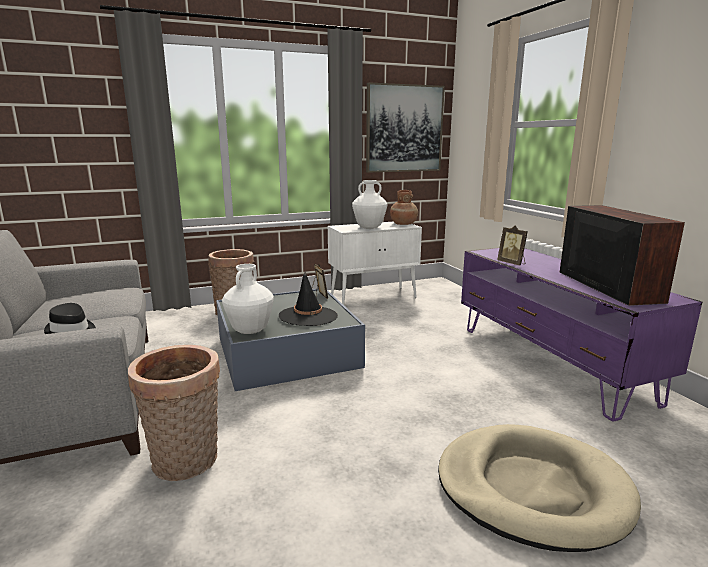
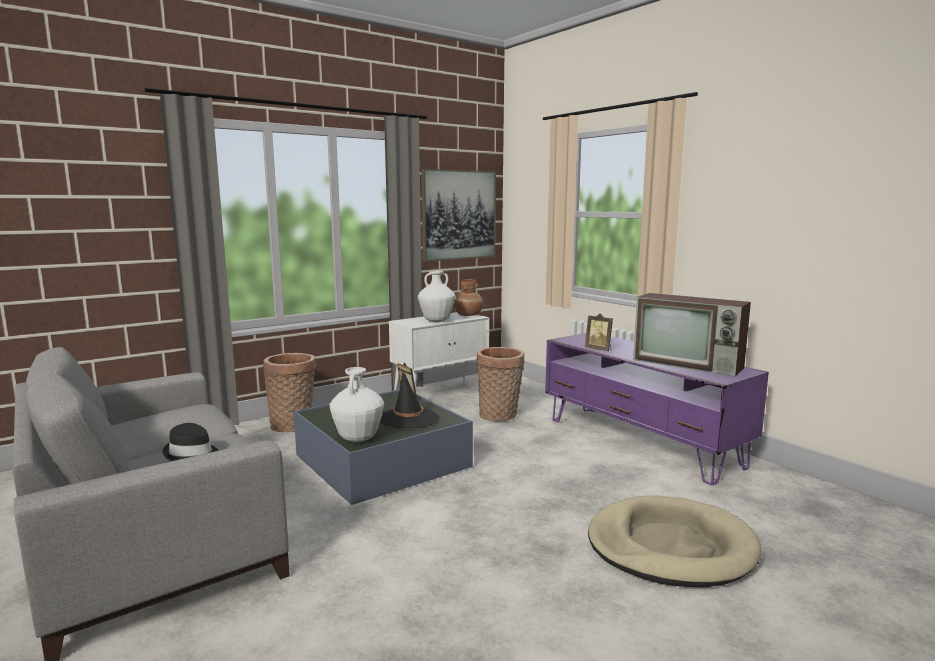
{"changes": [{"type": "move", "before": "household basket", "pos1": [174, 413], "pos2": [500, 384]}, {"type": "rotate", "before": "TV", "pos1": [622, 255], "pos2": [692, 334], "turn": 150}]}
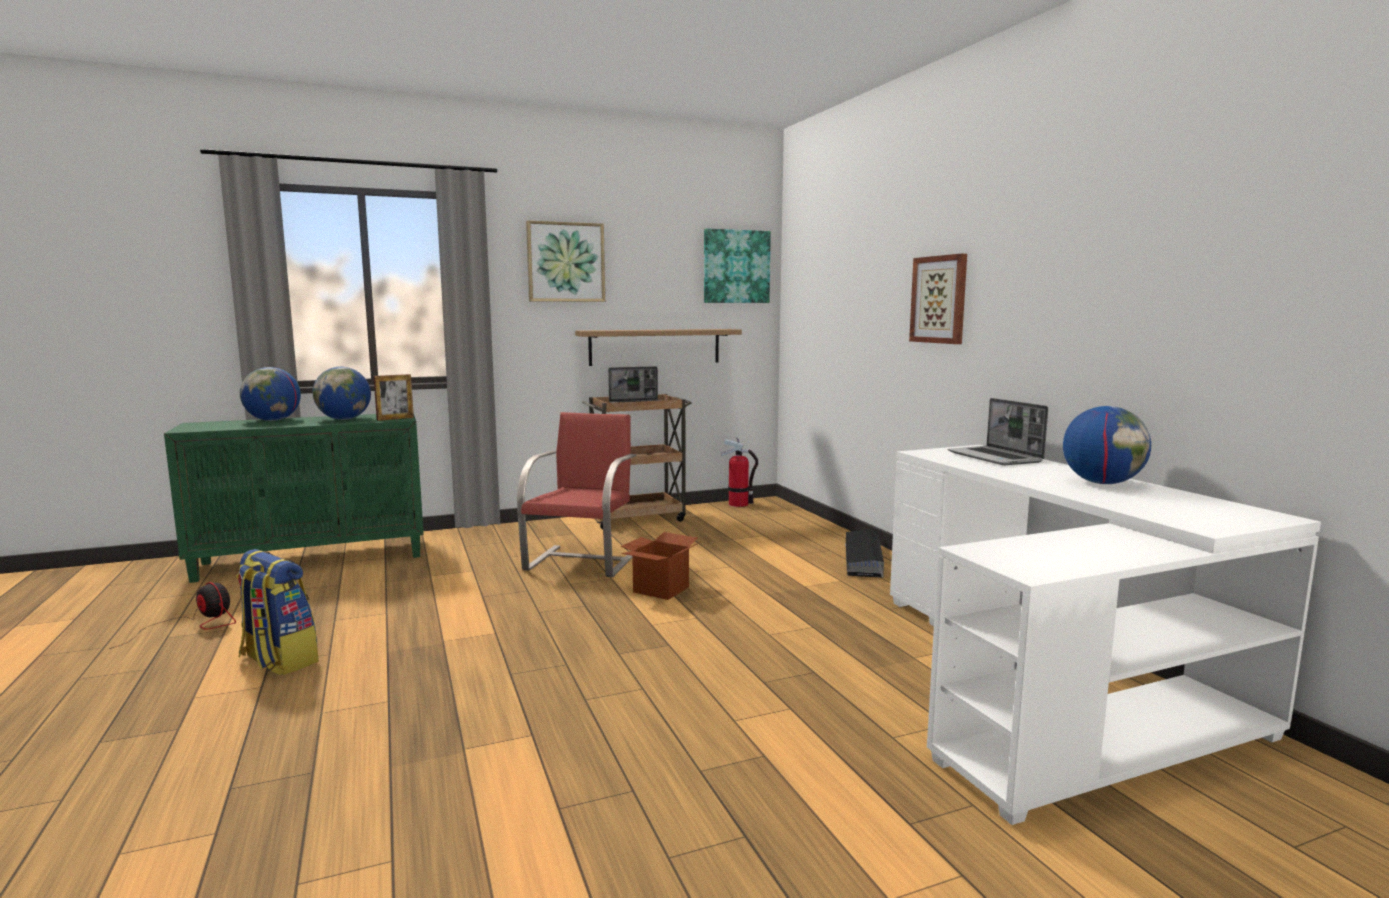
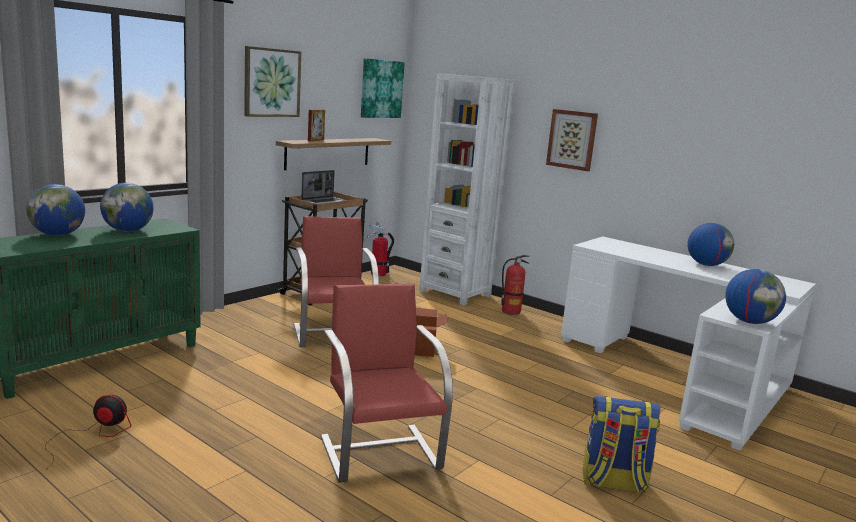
{"changes": [{"type": "move", "before": "photo frame", "pos1": [394, 397], "pos2": [316, 125]}, {"type": "insert", "after": "reddish upright chair", "pos2": [386, 383]}, {"type": "insert", "after": "white-coloured bookshelf", "pos2": [467, 189]}, {"type": "replace", "before": "blackish storage container", "after": "extinguisher", "pos1": [864, 553], "pos2": [515, 285]}, {"type": "move", "before": "rucksack", "pos1": [277, 612], "pos2": [622, 445]}, {"type": "insert", "after": "globe", "pos2": [755, 296]}, {"type": "delete", "before": "notebook computer", "pos1": [998, 431]}]}
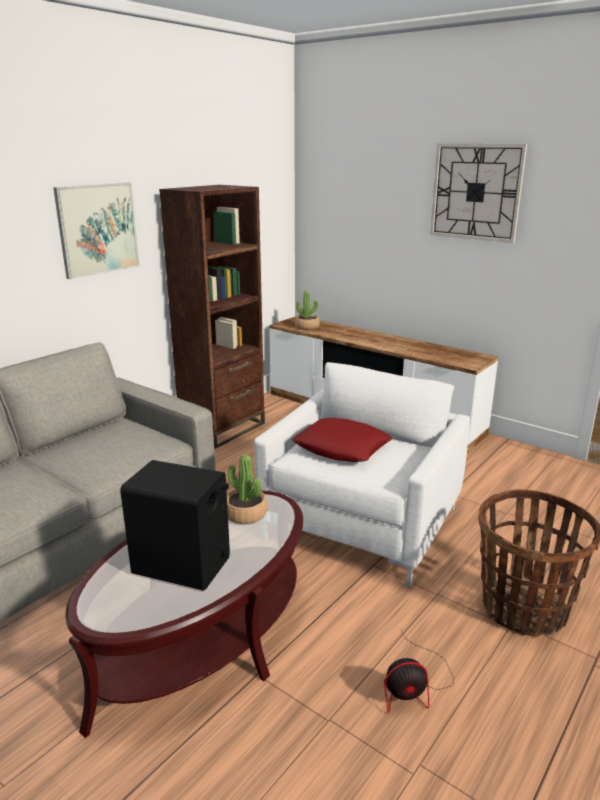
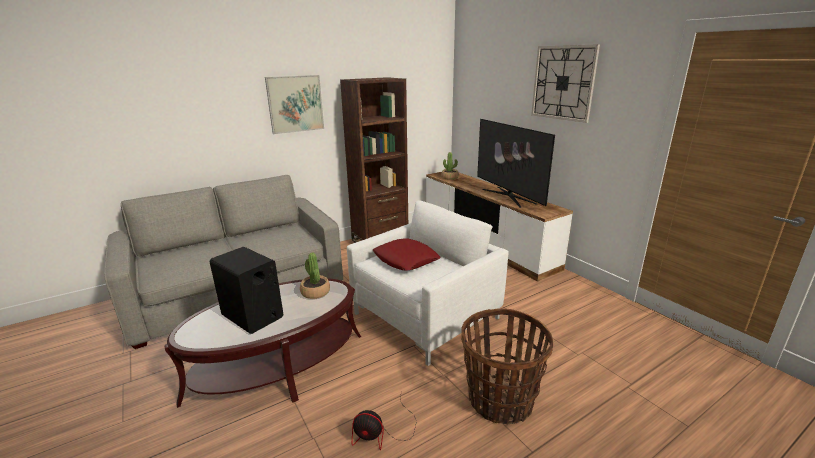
{"changes": [{"type": "insert", "after": "TV", "pos2": [516, 163]}]}
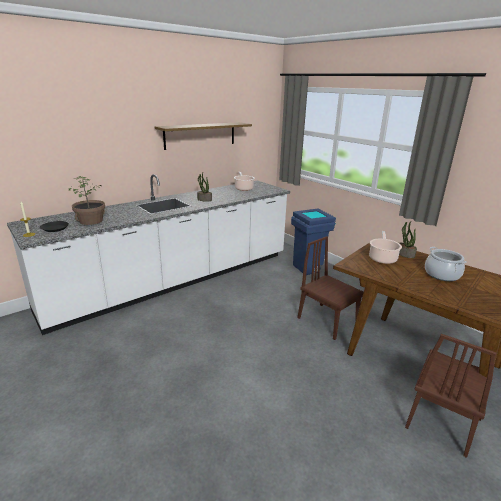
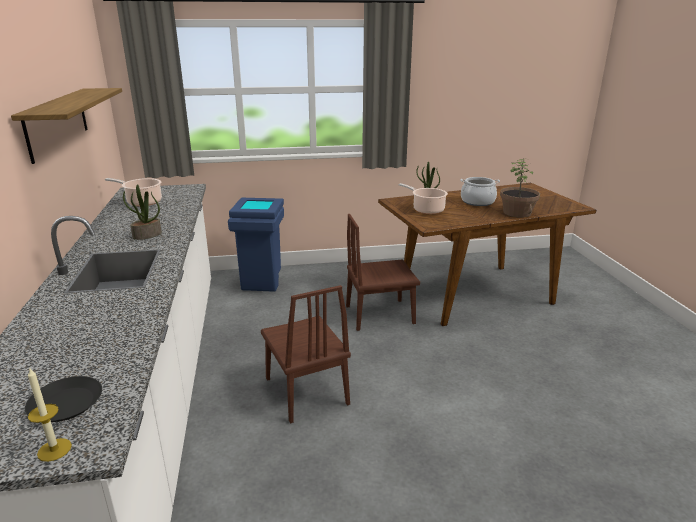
{"changes": [{"type": "move", "before": "brown-coloured upright chair", "pos1": [450, 396], "pos2": [306, 354]}, {"type": "move", "before": "potted plant", "pos1": [87, 200], "pos2": [520, 188]}]}
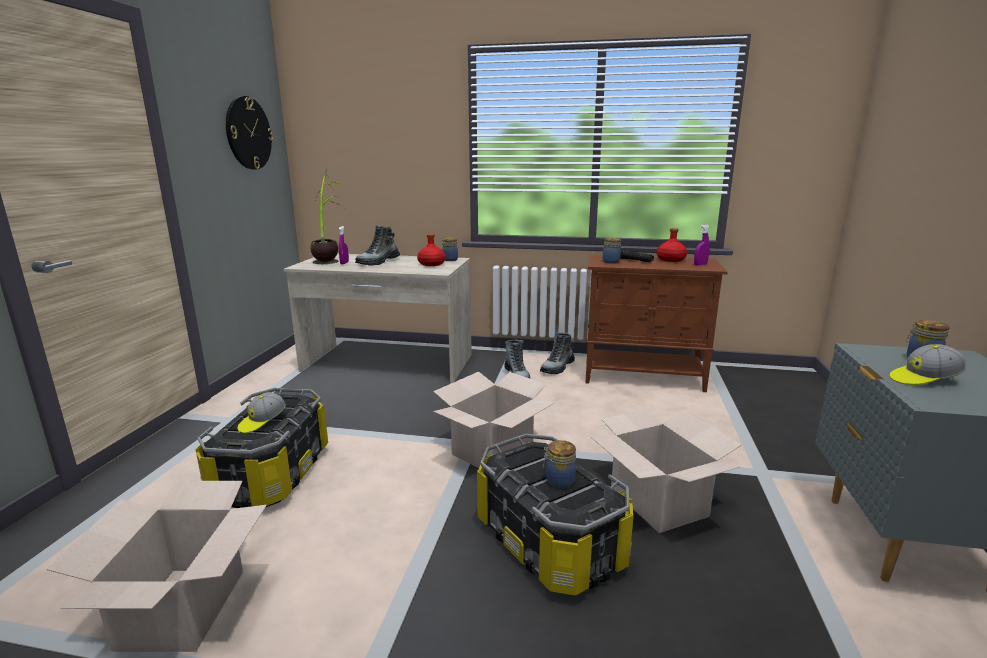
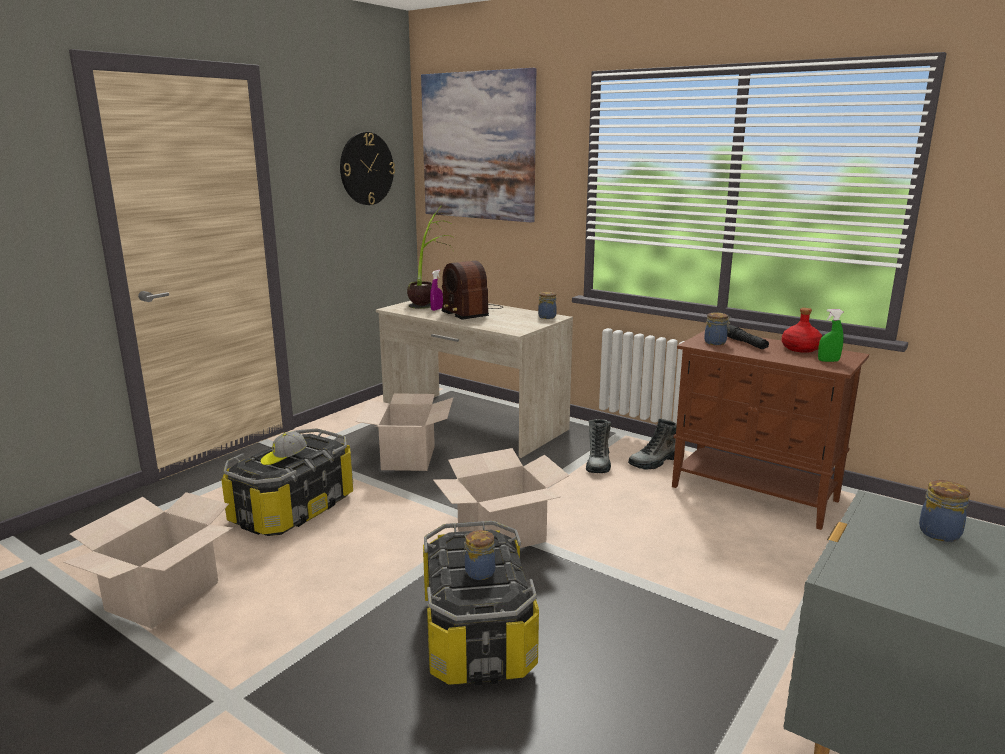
{"changes": [{"type": "move", "before": "packing box", "pos1": [666, 471], "pos2": [404, 432]}, {"type": "insert", "after": "picture", "pos2": [478, 145]}, {"type": "replace", "before": "tall boot", "after": "radio", "pos1": [377, 246], "pos2": [472, 290]}, {"type": "recolor", "before": "purplish hand sprayer", "after": "greenish hand sprayer", "pos1": [702, 245], "pos2": [831, 335]}, {"type": "delete", "before": "reddish beverage bottle", "pos1": [431, 250]}, {"type": "delete", "before": "peaked cap", "pos1": [928, 364]}]}
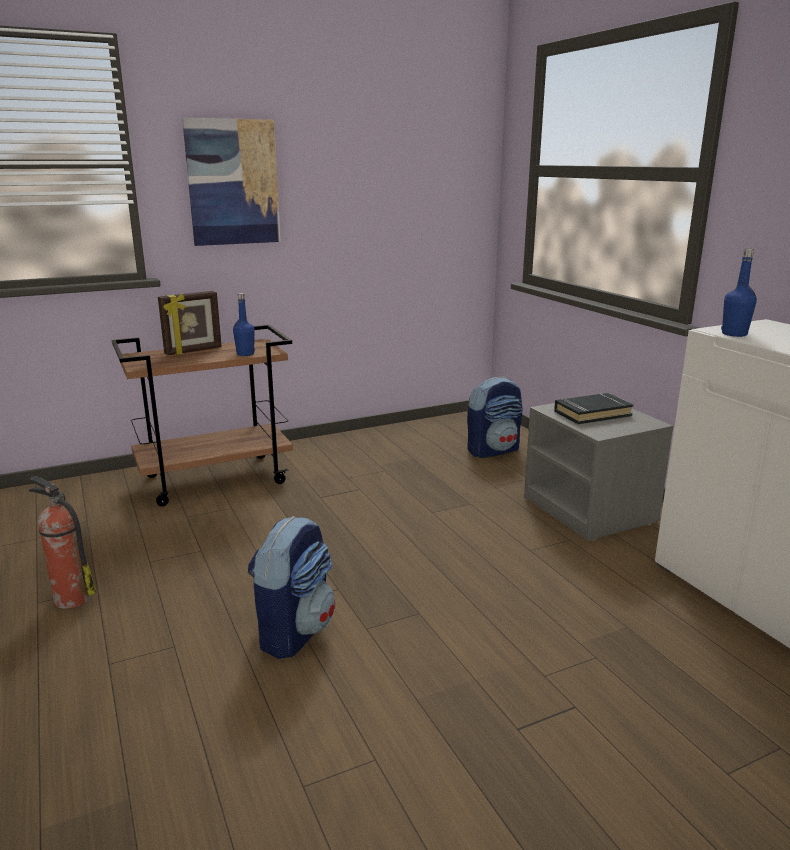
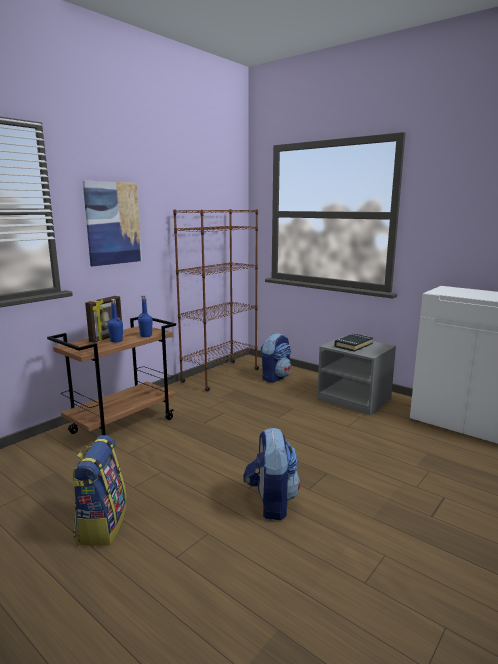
{"changes": [{"type": "replace", "before": "extinguisher", "after": "rucksack", "pos1": [62, 542], "pos2": [99, 490]}, {"type": "move", "before": "bluish beverage bottle", "pos1": [739, 293], "pos2": [115, 321]}, {"type": "insert", "after": "brown-coloured bookshelf", "pos2": [216, 300]}]}
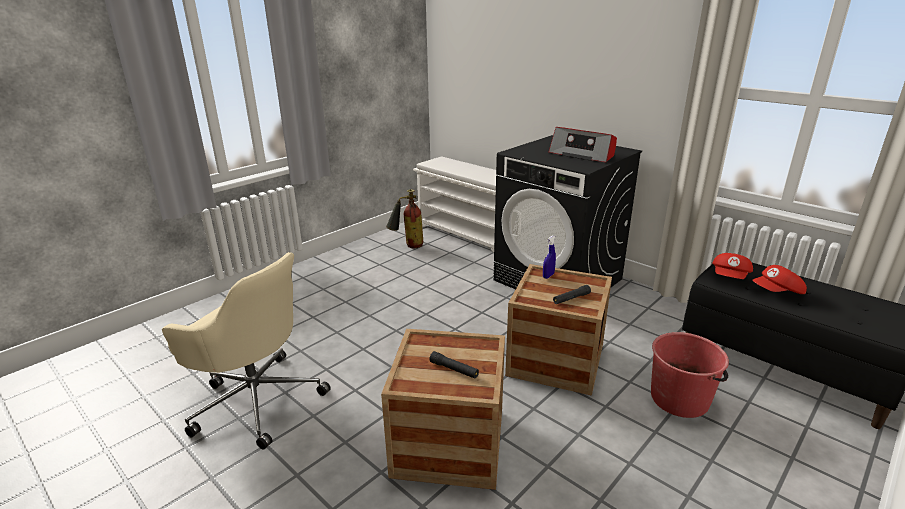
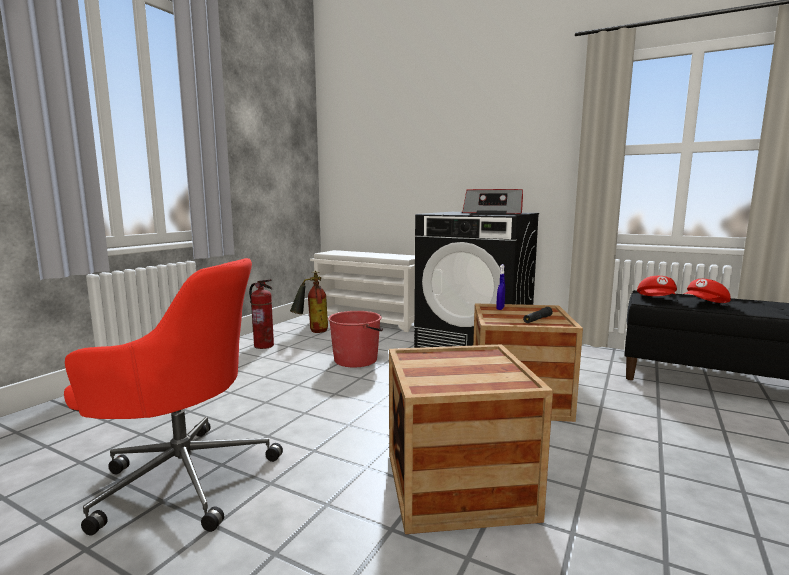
{"changes": [{"type": "recolor", "before": "sand-coloured office chair", "after": "reddish office chair", "pos1": [246, 351], "pos2": [173, 397]}, {"type": "insert", "after": "extinguisher", "pos2": [261, 314]}, {"type": "move", "before": "reddish water bucket", "pos1": [690, 375], "pos2": [355, 339]}, {"type": "delete", "before": "blackish hand torch", "pos1": [454, 365]}]}
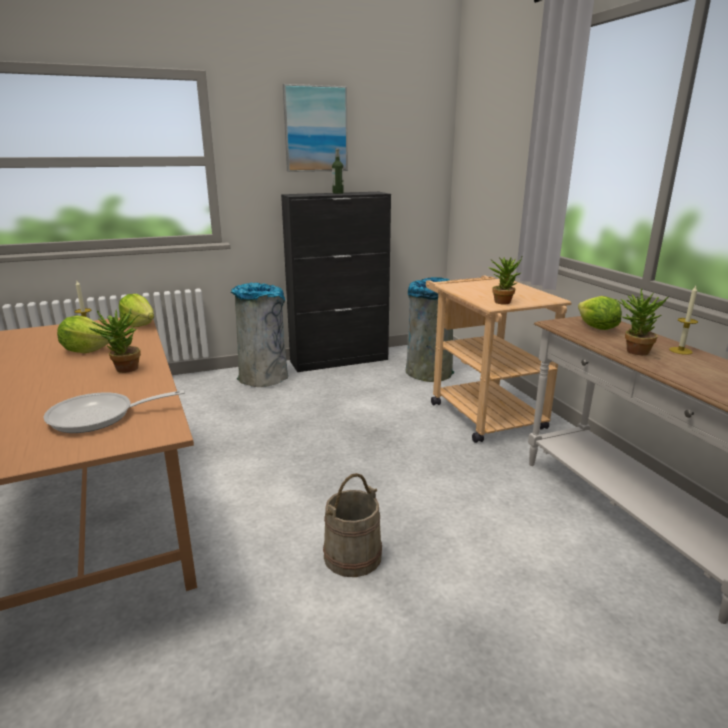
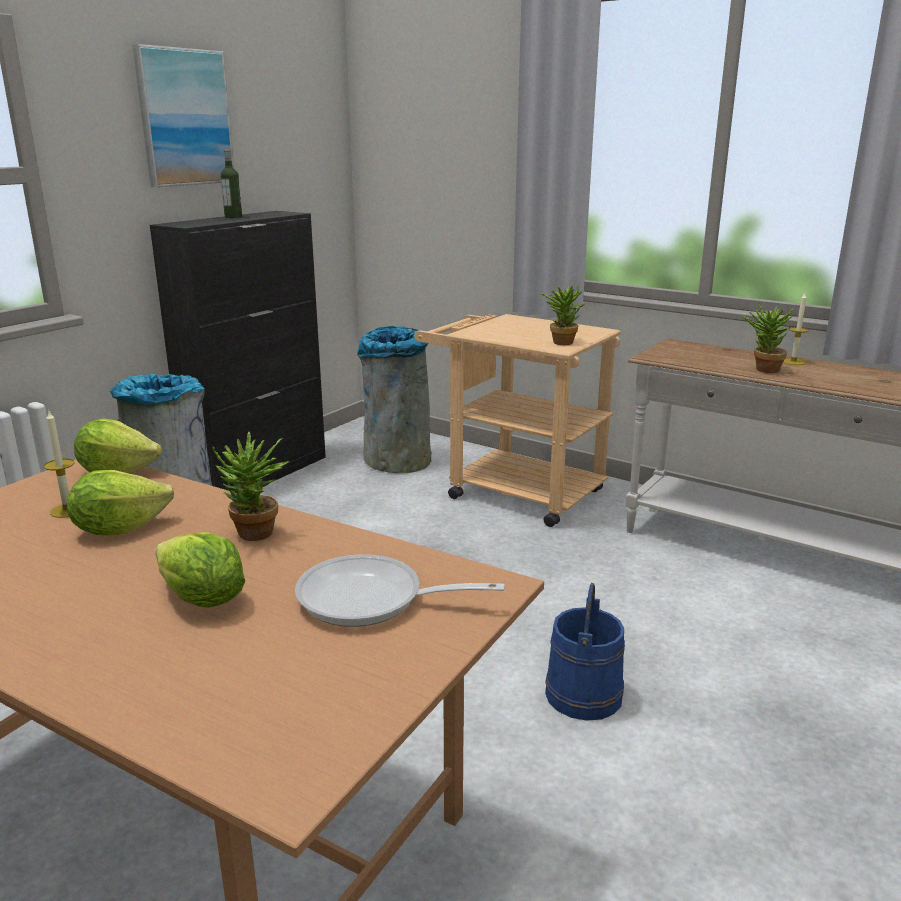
{"changes": [{"type": "move", "before": "head of lettuce", "pos1": [600, 313], "pos2": [200, 570]}, {"type": "rotate", "before": "frying pan", "pos1": [114, 411], "pos2": [400, 590], "turn": 60}, {"type": "recolor", "before": "sand-coloured water bucket", "after": "bluish water bucket", "pos1": [352, 525], "pos2": [585, 652]}]}
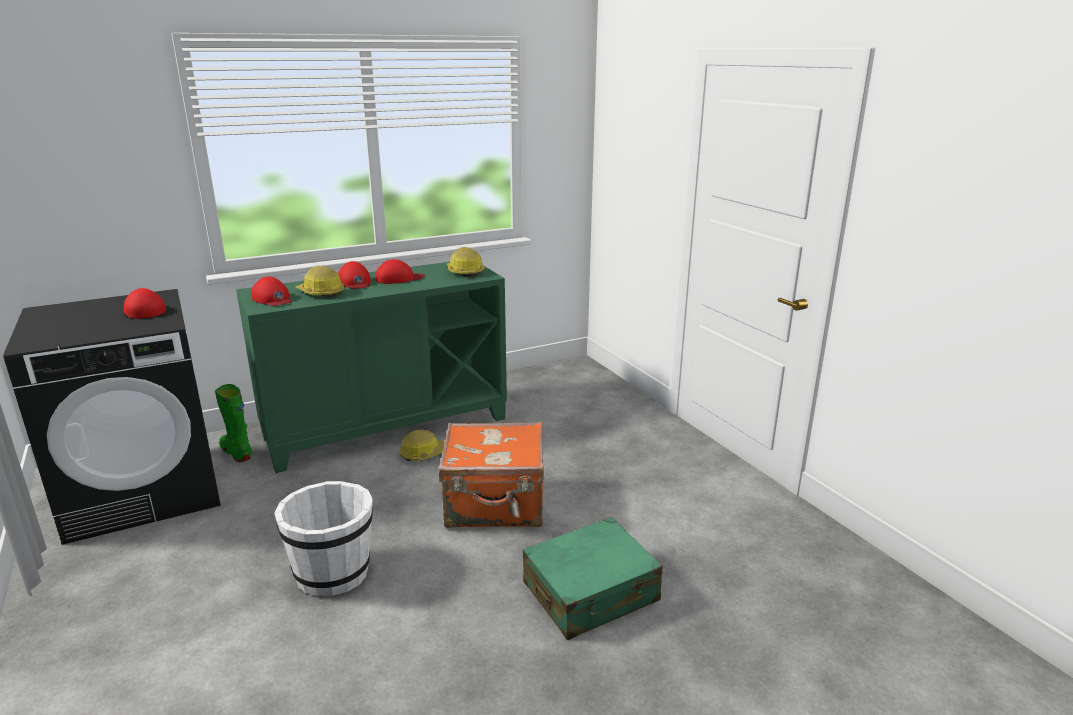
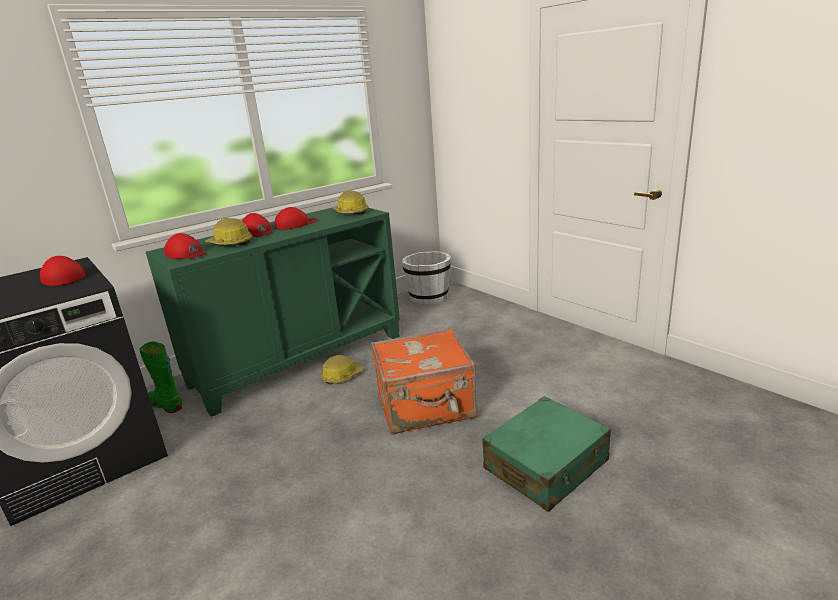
{"changes": [{"type": "move", "before": "white-coloured water bucket", "pos1": [323, 538], "pos2": [426, 278]}]}
